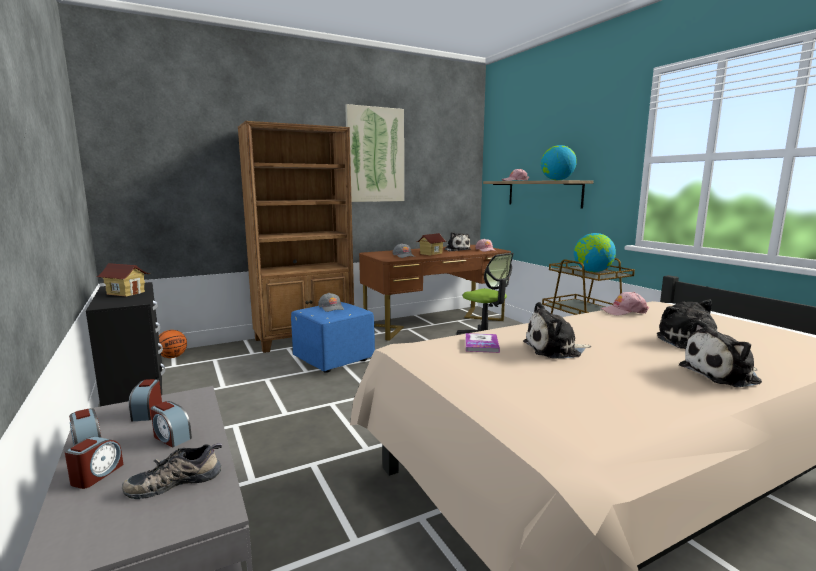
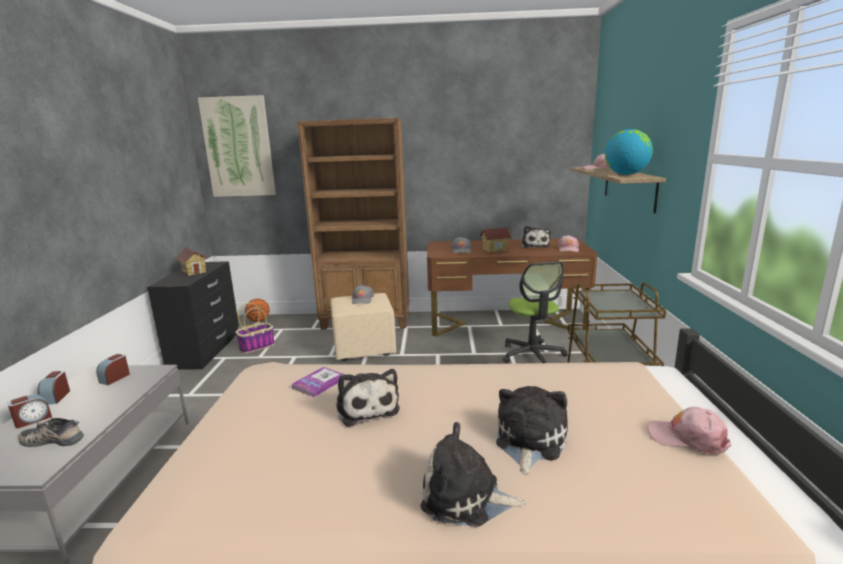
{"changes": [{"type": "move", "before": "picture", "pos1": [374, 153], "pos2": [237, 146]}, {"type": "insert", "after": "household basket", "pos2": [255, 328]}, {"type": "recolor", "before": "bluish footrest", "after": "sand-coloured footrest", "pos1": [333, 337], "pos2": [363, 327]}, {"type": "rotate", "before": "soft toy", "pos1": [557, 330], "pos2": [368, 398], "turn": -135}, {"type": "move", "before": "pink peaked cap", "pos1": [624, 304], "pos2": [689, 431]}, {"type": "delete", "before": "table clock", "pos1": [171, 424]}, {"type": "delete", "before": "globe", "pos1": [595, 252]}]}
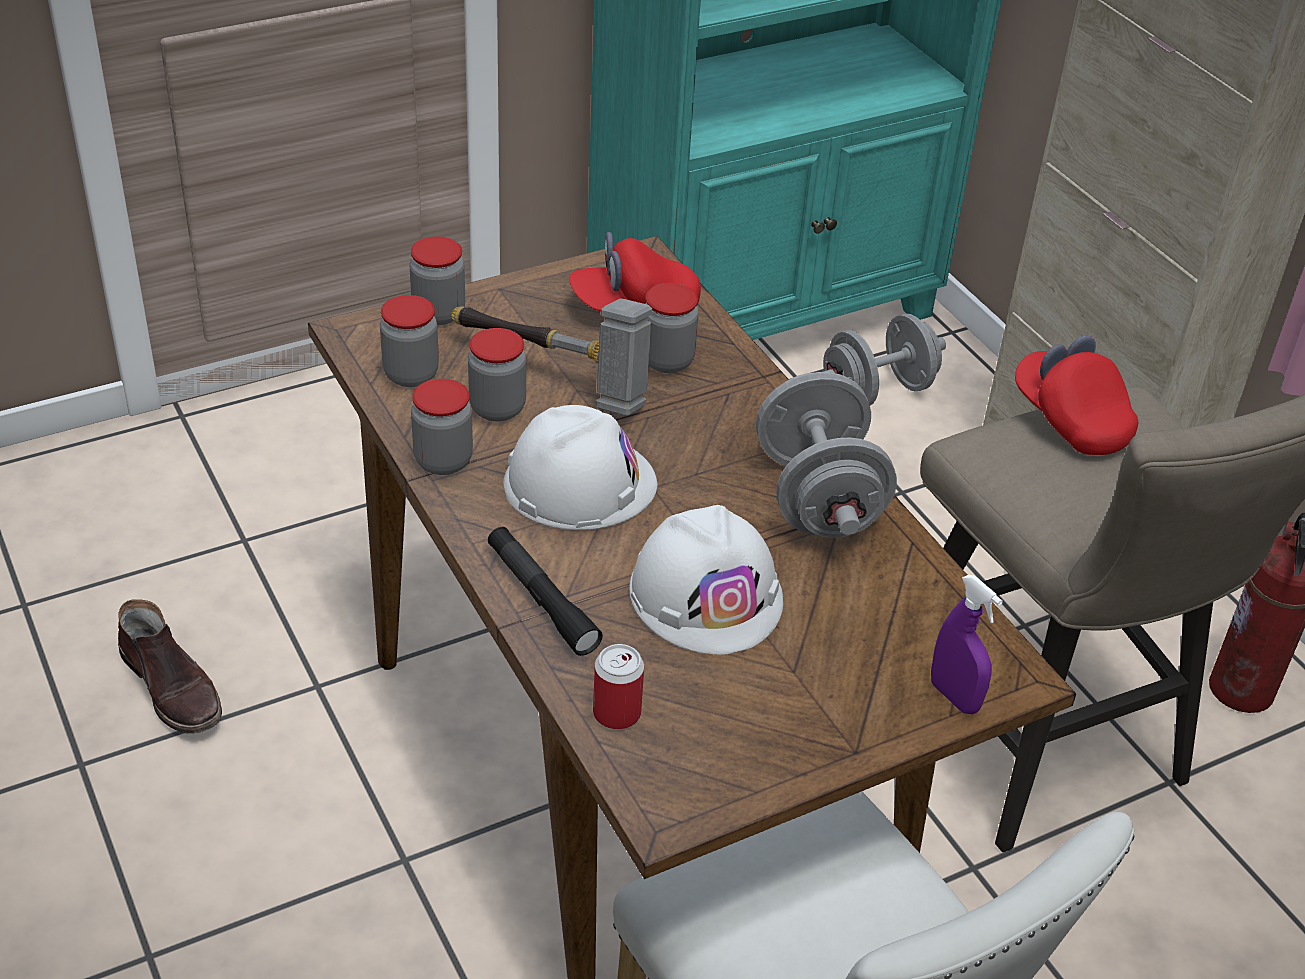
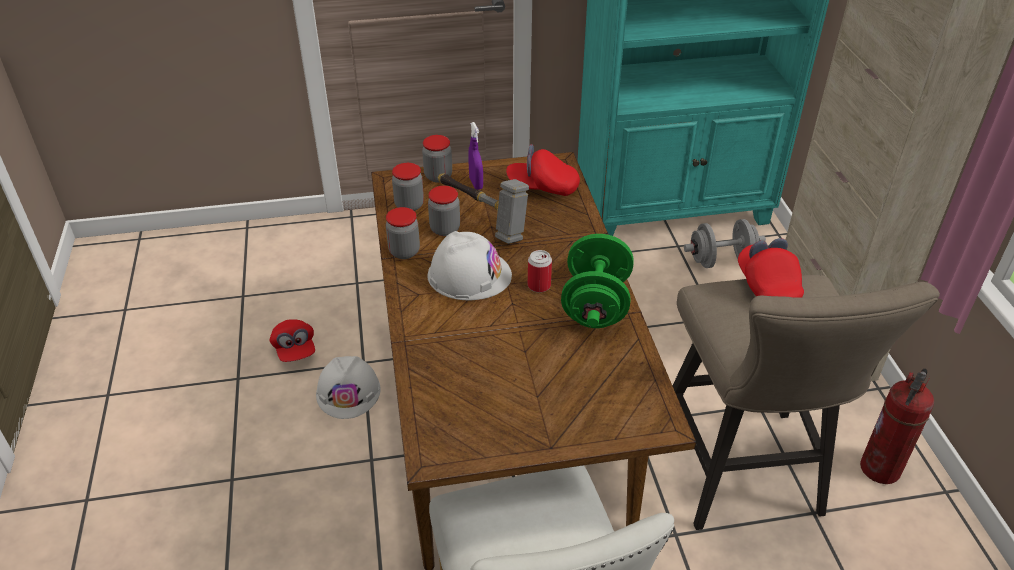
{"changes": [{"type": "replace", "before": "brown-coloured tall boot", "after": "reddish peaked cap", "pos1": [170, 666], "pos2": [292, 340]}, {"type": "move", "before": "white-coloured work helmet", "pos1": [706, 580], "pos2": [348, 387]}, {"type": "move", "before": "purplish hand sprayer", "pos1": [967, 644], "pos2": [475, 156]}, {"type": "move", "before": "can", "pos1": [618, 686], "pos2": [540, 271]}, {"type": "recolor", "before": "gray free weight", "after": "greenish free weight", "pos1": [826, 455], "pos2": [597, 281]}, {"type": "delete", "before": "blackish hand torch", "pos1": [545, 591]}, {"type": "delete", "before": "jar", "pos1": [672, 328]}]}
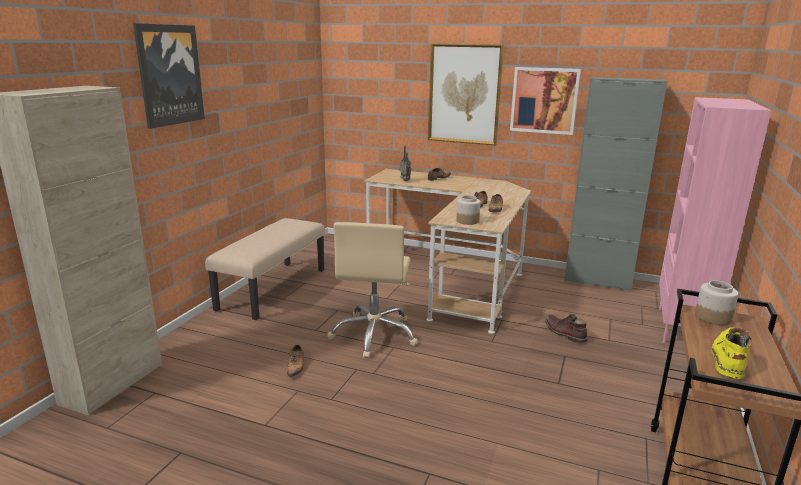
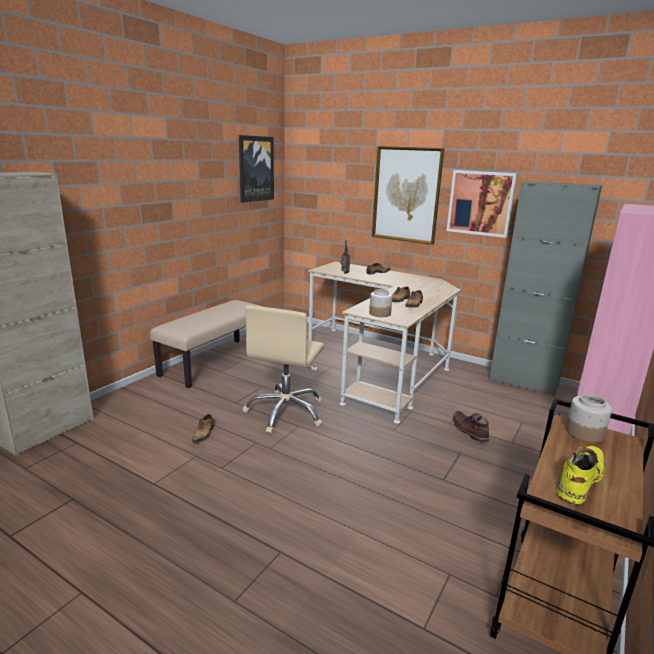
{"changes": [{"type": "move", "before": "picture", "pos1": [169, 76], "pos2": [256, 169]}]}
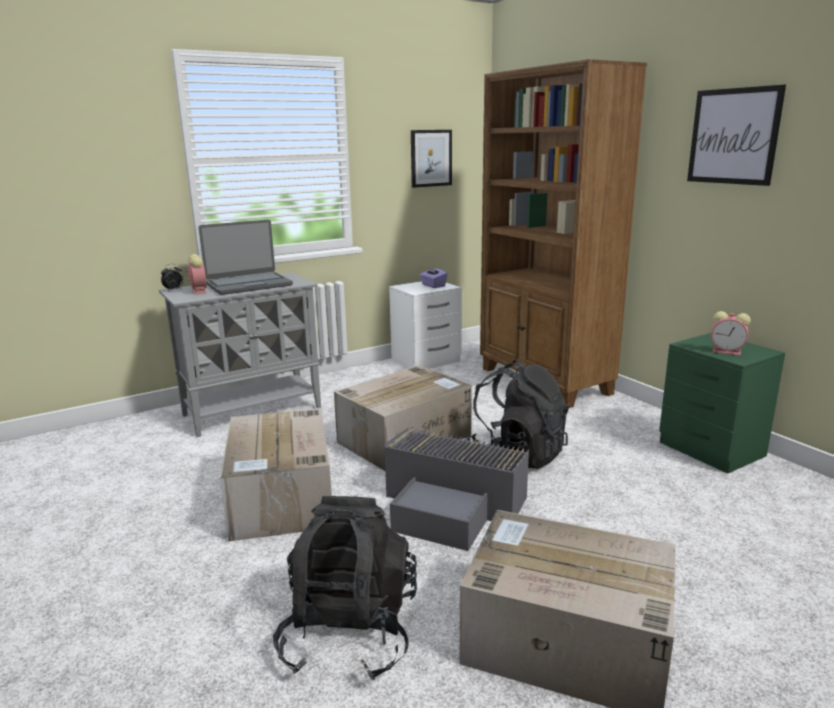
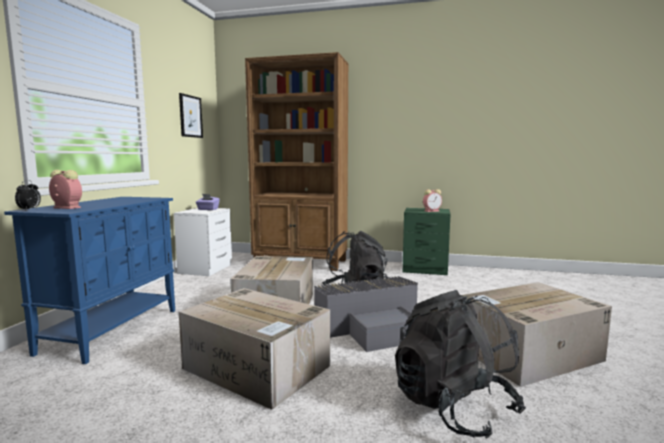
{"changes": [{"type": "recolor", "before": "gray cabinet", "after": "bluish cabinet", "pos1": [240, 355], "pos2": [89, 280]}, {"type": "delete", "before": "notebook computer", "pos1": [246, 257]}, {"type": "delete", "before": "picture", "pos1": [736, 135]}]}
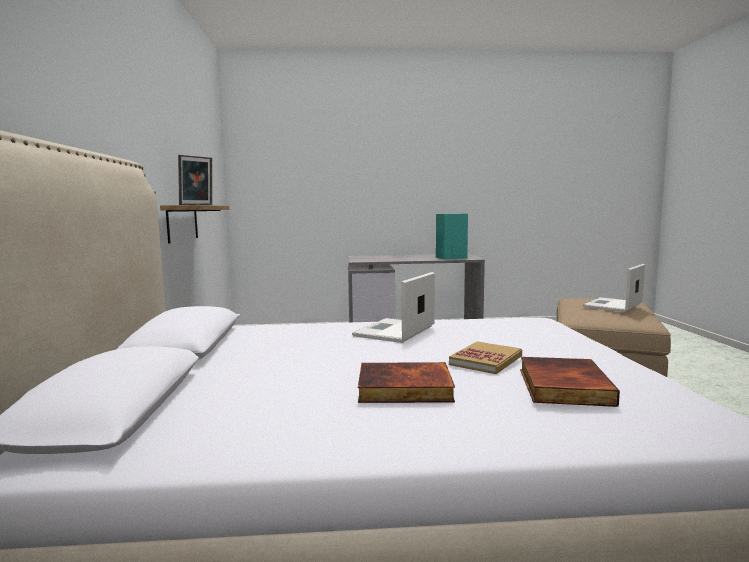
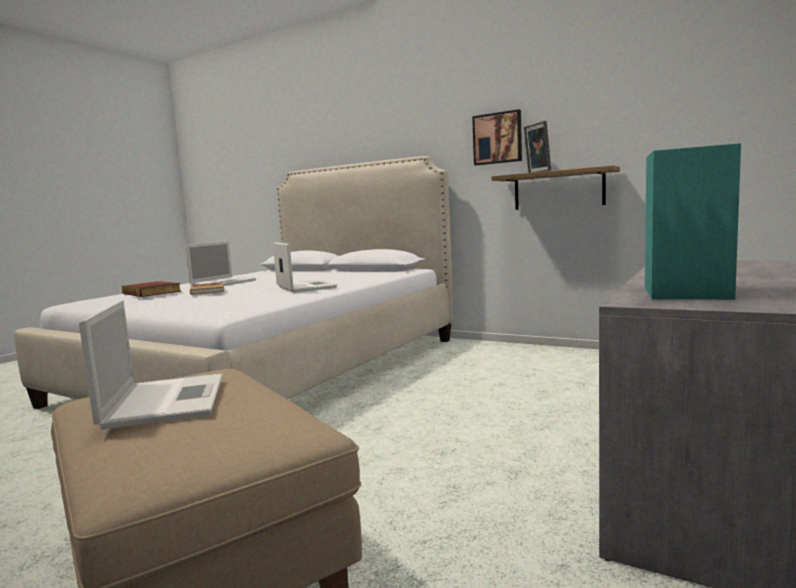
{"changes": [{"type": "replace", "before": "volume", "after": "notebook computer", "pos1": [406, 382], "pos2": [220, 263]}, {"type": "insert", "after": "picture", "pos2": [497, 137]}]}
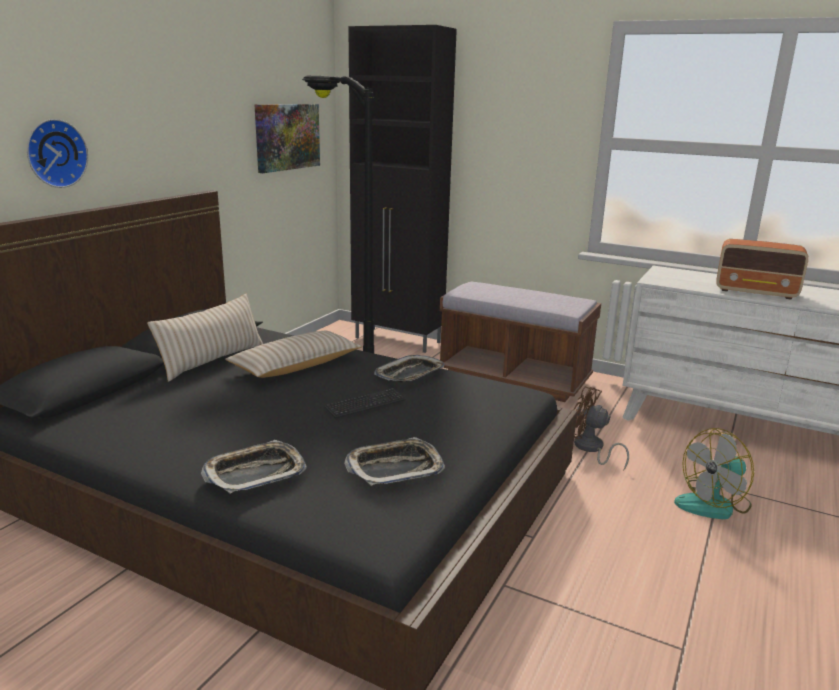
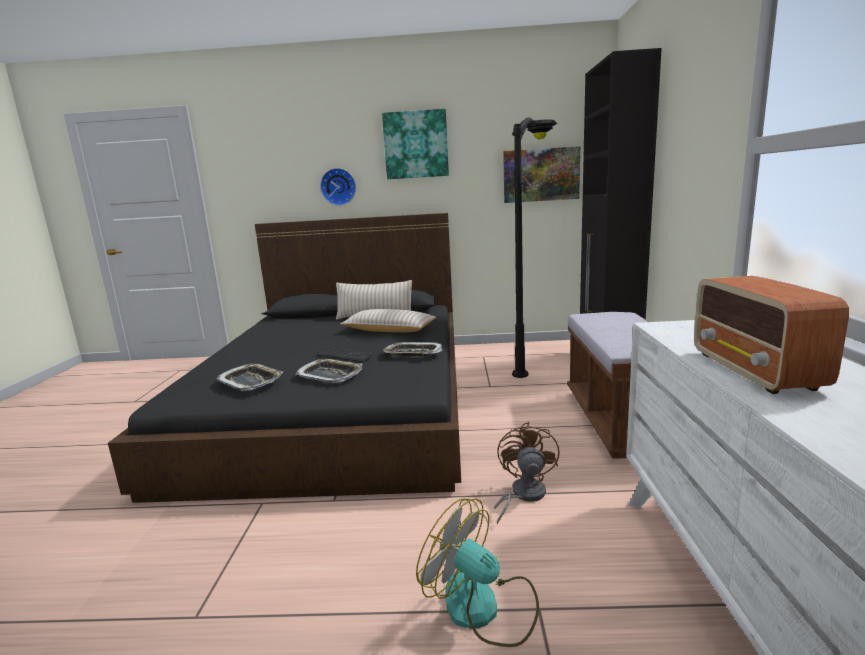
{"changes": [{"type": "move", "before": "tray", "pos1": [254, 466], "pos2": [328, 371]}, {"type": "insert", "after": "picture", "pos2": [415, 144]}]}
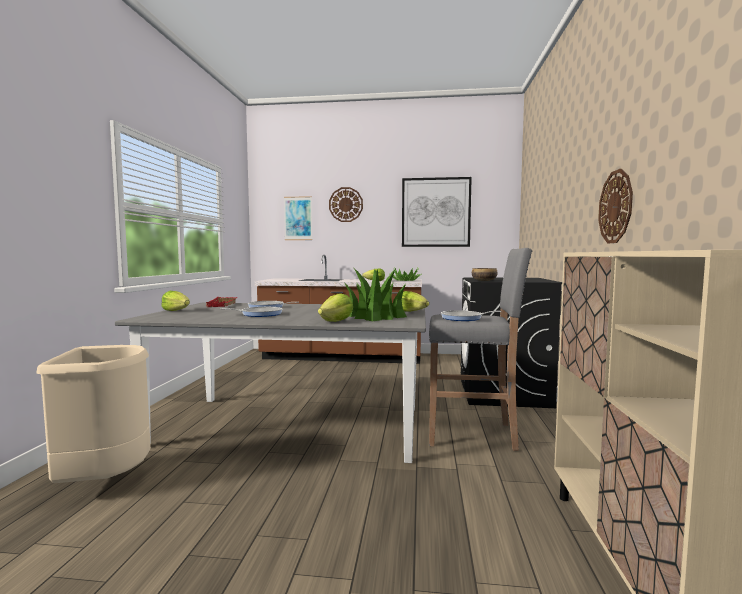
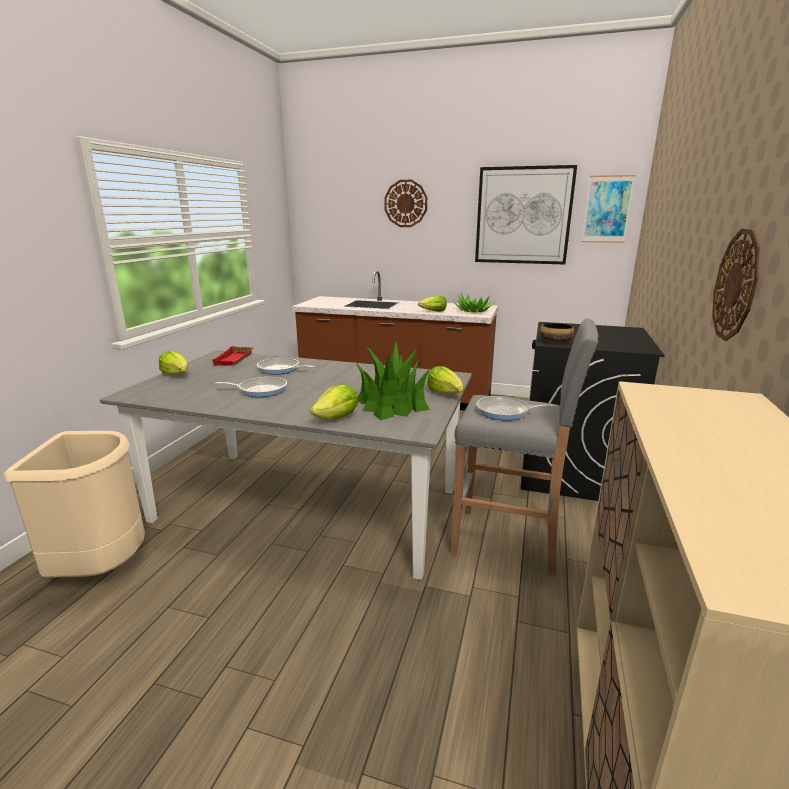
{"changes": [{"type": "move", "before": "picture", "pos1": [298, 218], "pos2": [608, 209]}]}
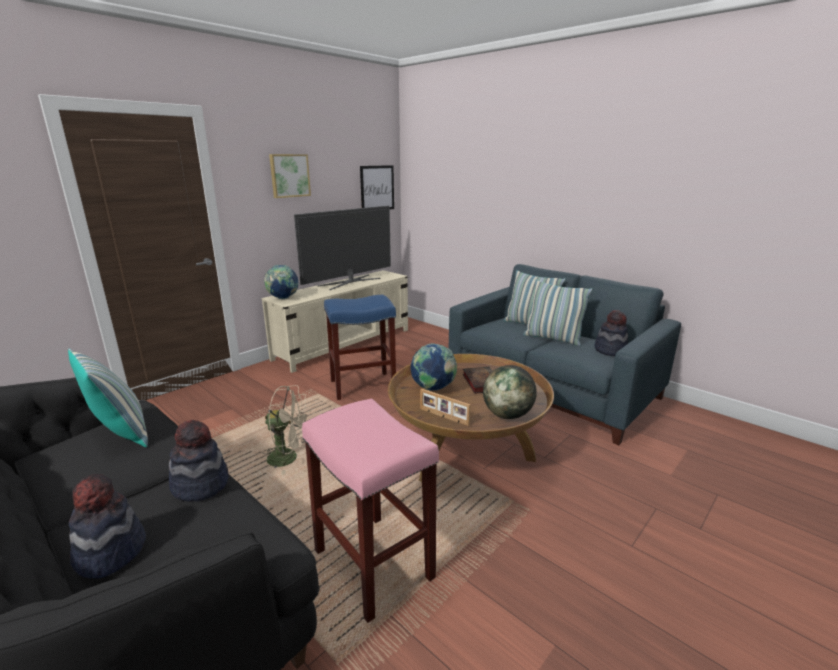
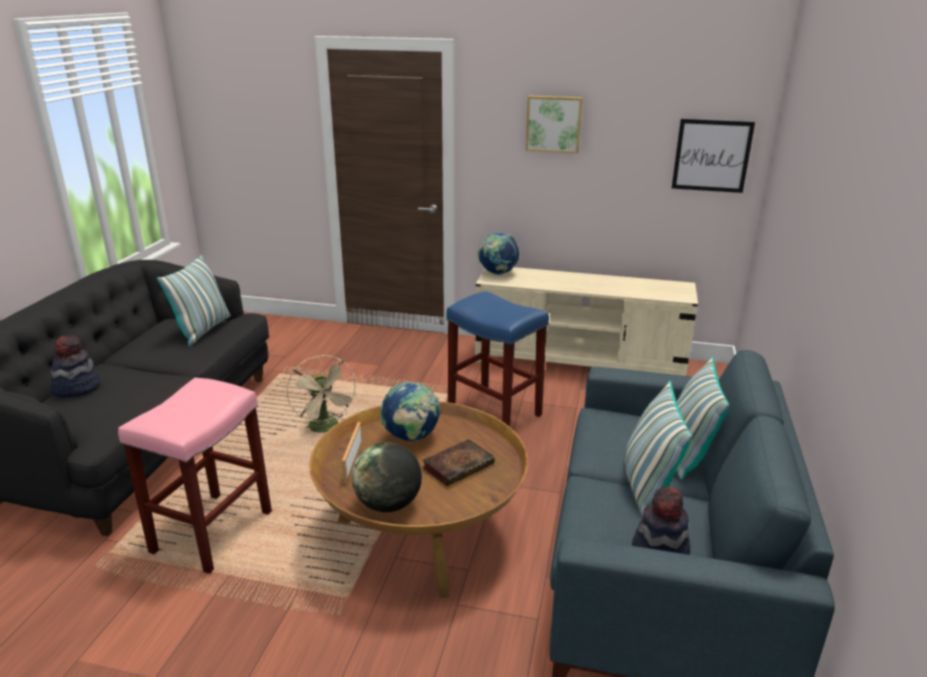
{"changes": [{"type": "delete", "before": "wearable hat", "pos1": [198, 461]}, {"type": "delete", "before": "TV", "pos1": [342, 247]}]}
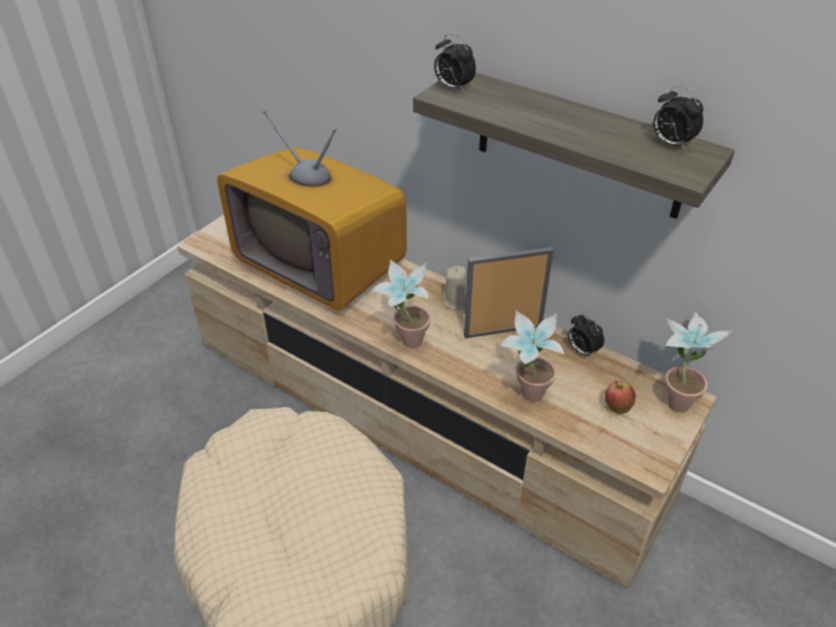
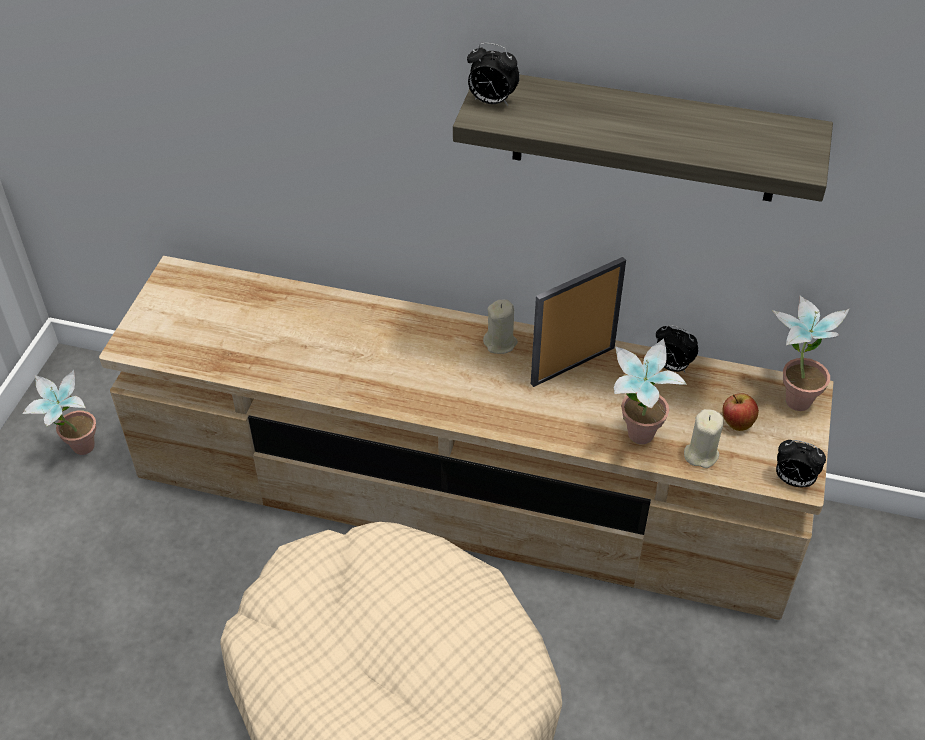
{"changes": [{"type": "move", "before": "potted plant", "pos1": [401, 304], "pos2": [59, 412]}, {"type": "insert", "after": "sand-coloured candle", "pos2": [703, 438]}, {"type": "move", "before": "table clock", "pos1": [678, 118], "pos2": [801, 464]}, {"type": "delete", "before": "TV", "pos1": [312, 210]}]}
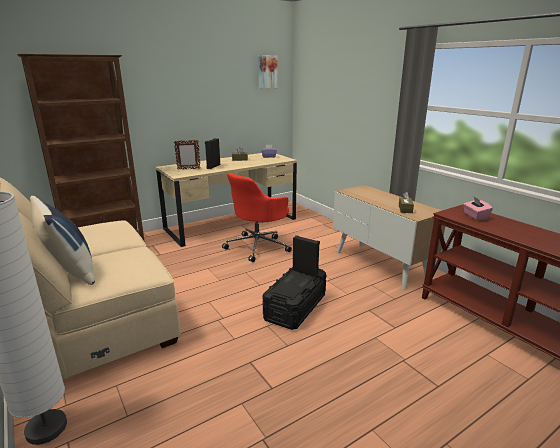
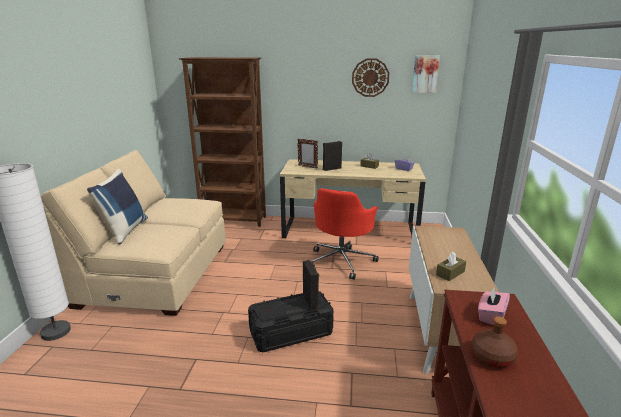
{"changes": [{"type": "rotate", "before": "reddish office chair", "pos1": [257, 217], "pos2": [345, 234], "turn": -60}, {"type": "insert", "after": "wall clock", "pos2": [370, 77]}, {"type": "insert", "after": "brown-coloured beverage bottle", "pos2": [495, 342]}]}
